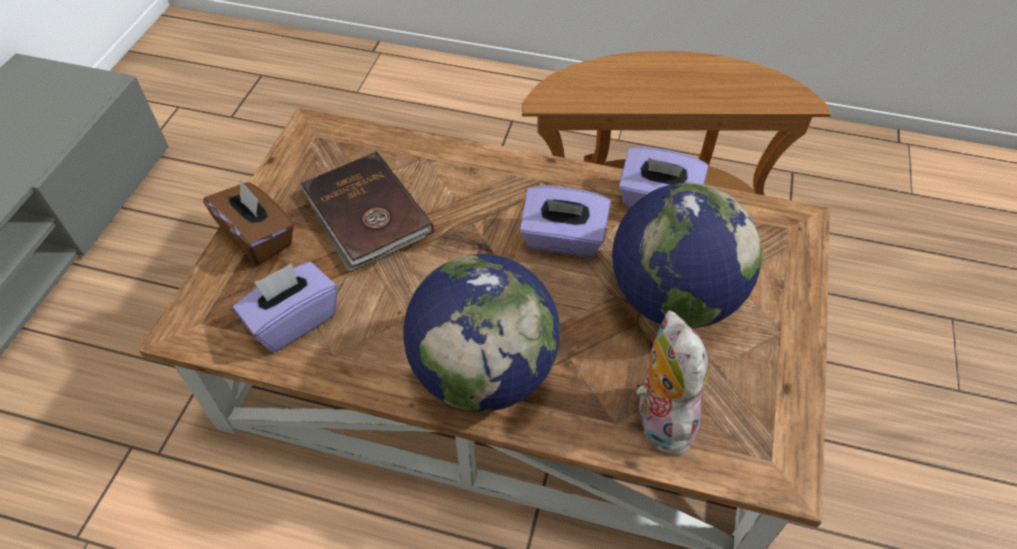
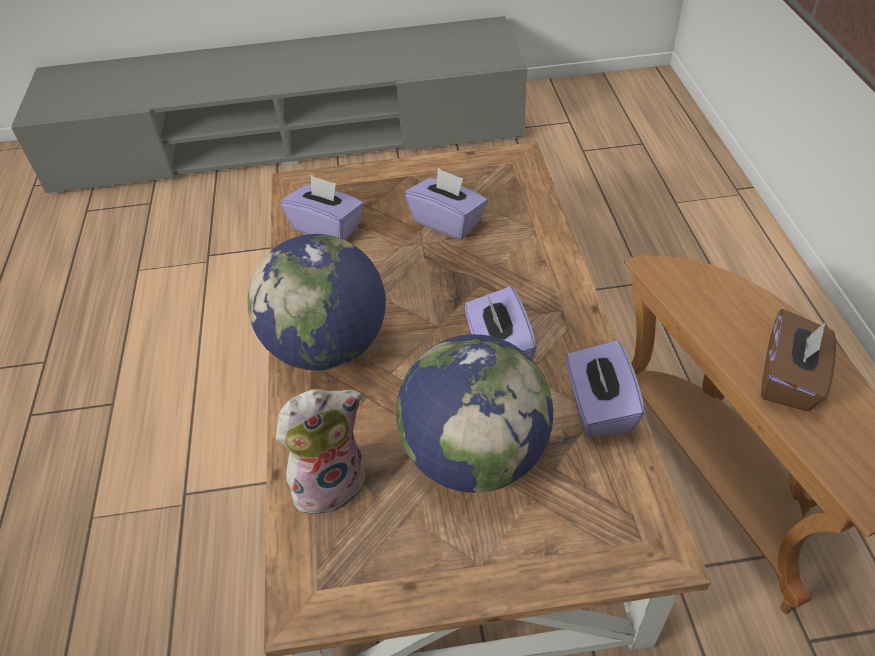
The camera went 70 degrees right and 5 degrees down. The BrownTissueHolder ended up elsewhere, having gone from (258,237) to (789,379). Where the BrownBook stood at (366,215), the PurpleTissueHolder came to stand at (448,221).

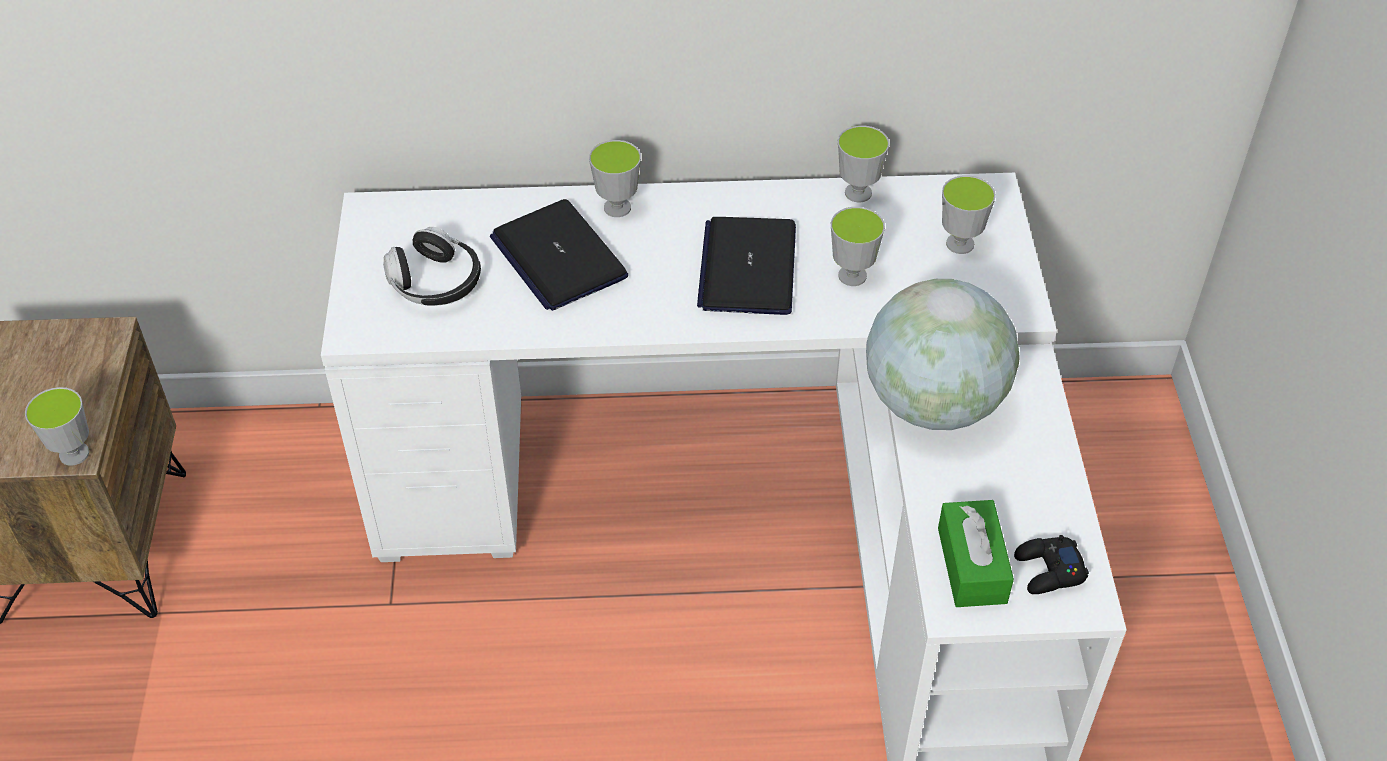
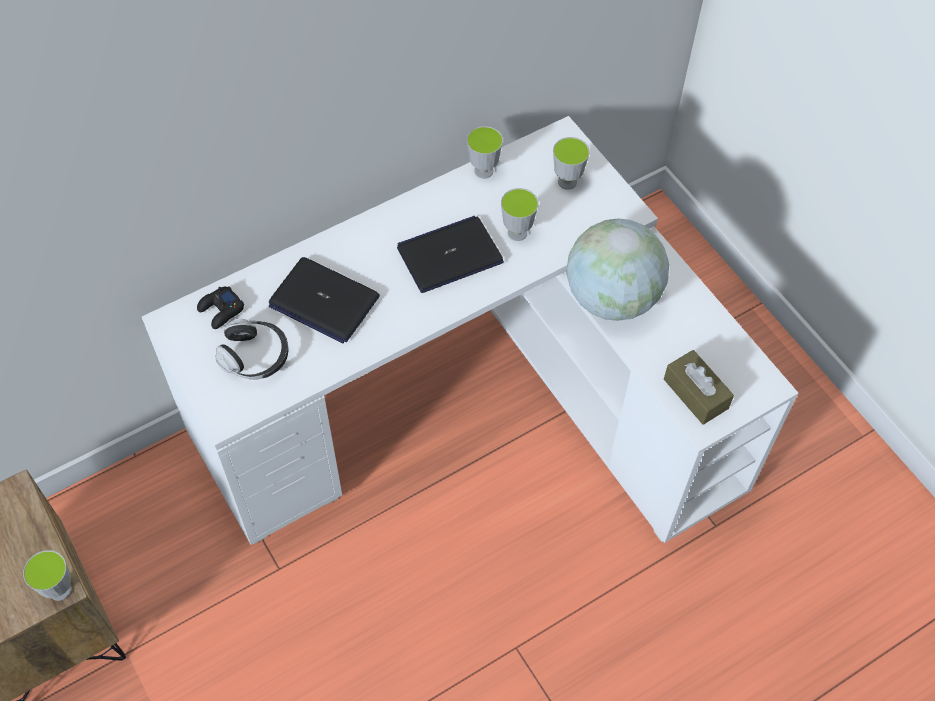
The camera went 30 degrees left and 10 degrees up. The second view lost the SmallCup at (617,208). The BlackColouredJoypad ended up elsewhere, having gone from (1049,571) to (221,310). What was the GreenTissueHolder at (972,565) turned into the BrownTissueHolder at (695,393). The NotebookComputer at (748,267) ended up facing another way, 90 degrees clockwise from before.

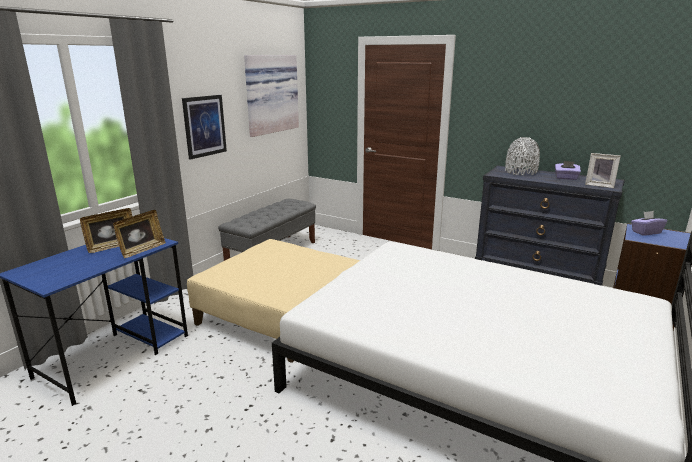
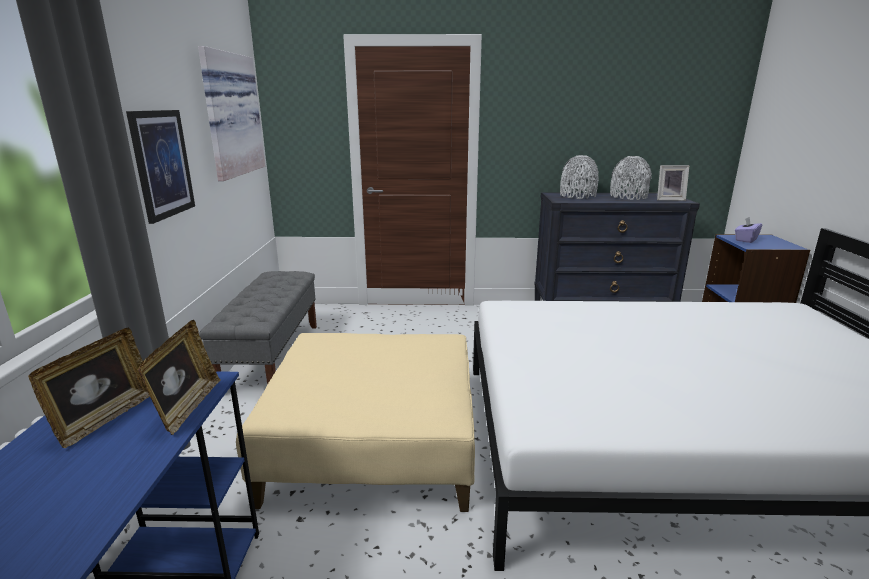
The camera went 30 degrees left and 0 degrees up. Where the PurpleTissueHolder stood at (566,178), the GreyishDecorativeVase came to stand at (628,197).

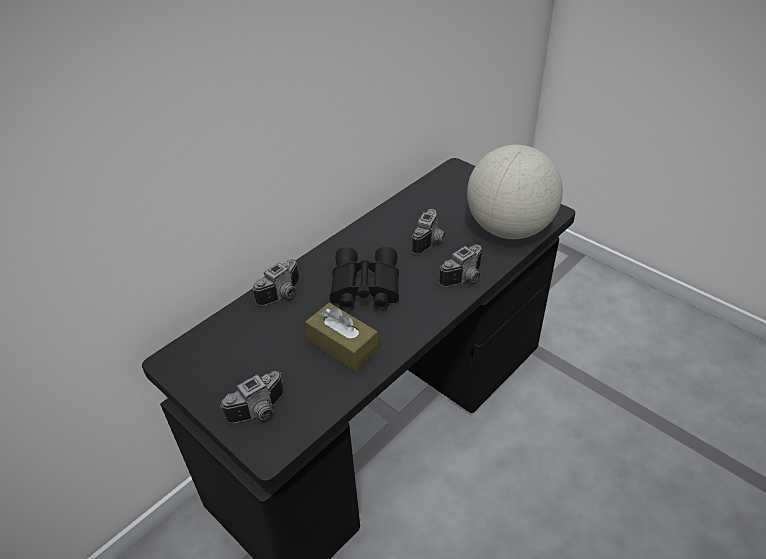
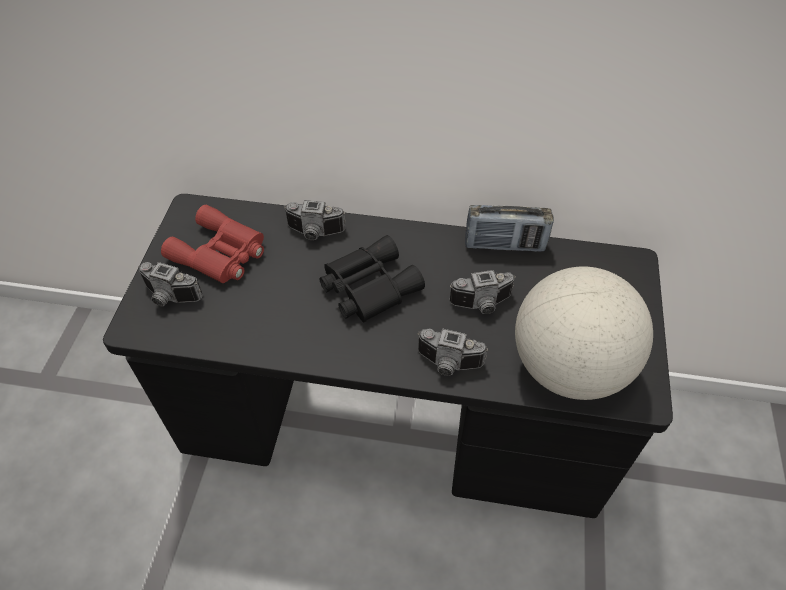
The camera went 55 degrees right and 10 degrees up. The second view lost the BrownTissueHolder at (343,346). The second view gained the RedFieldGlasses at (220,253). The second view gained the RadioSet at (504,245).

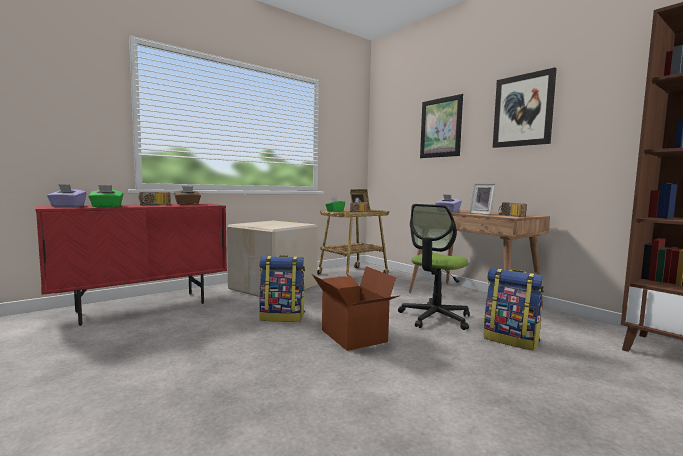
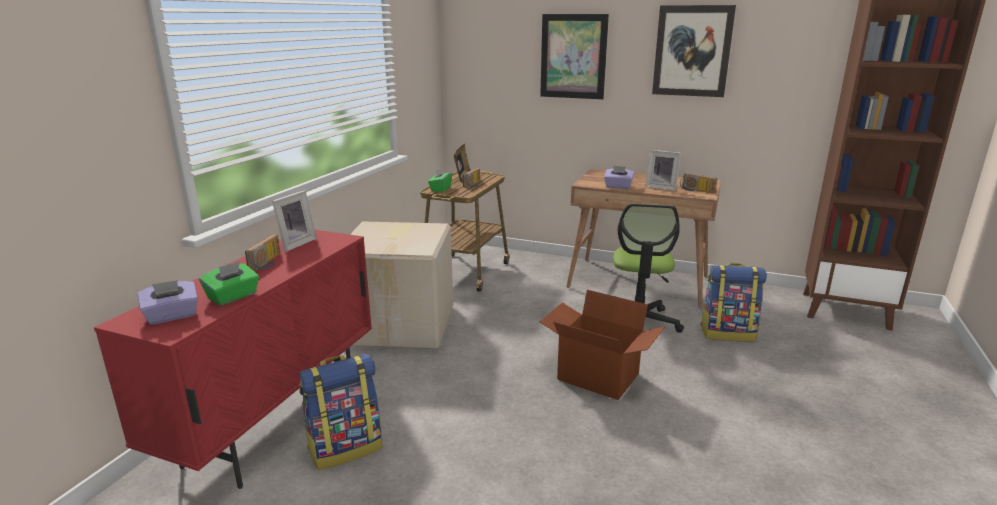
The camera went 30 degrees left and 15 degrees up. The Knapsack ended up elsewhere, having gone from (282,317) to (346,448). Where the BrownTissueHolder stood at (187,204), the PhotoFrame came to stand at (295,243).

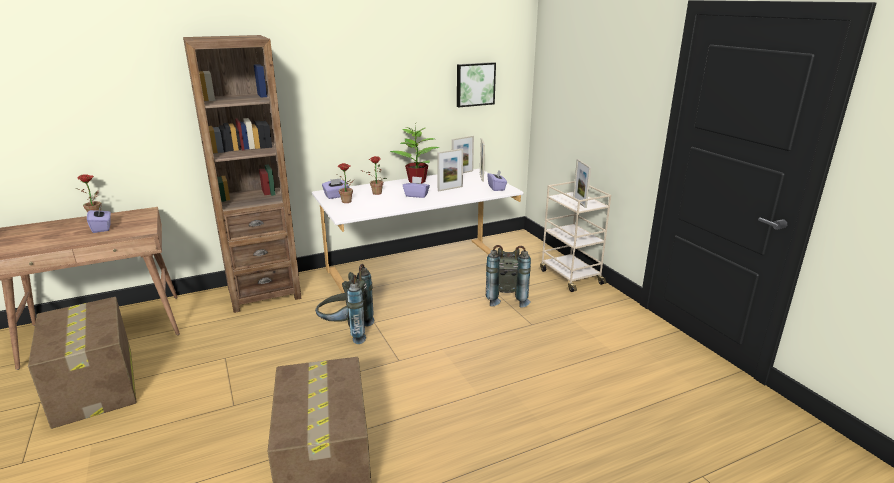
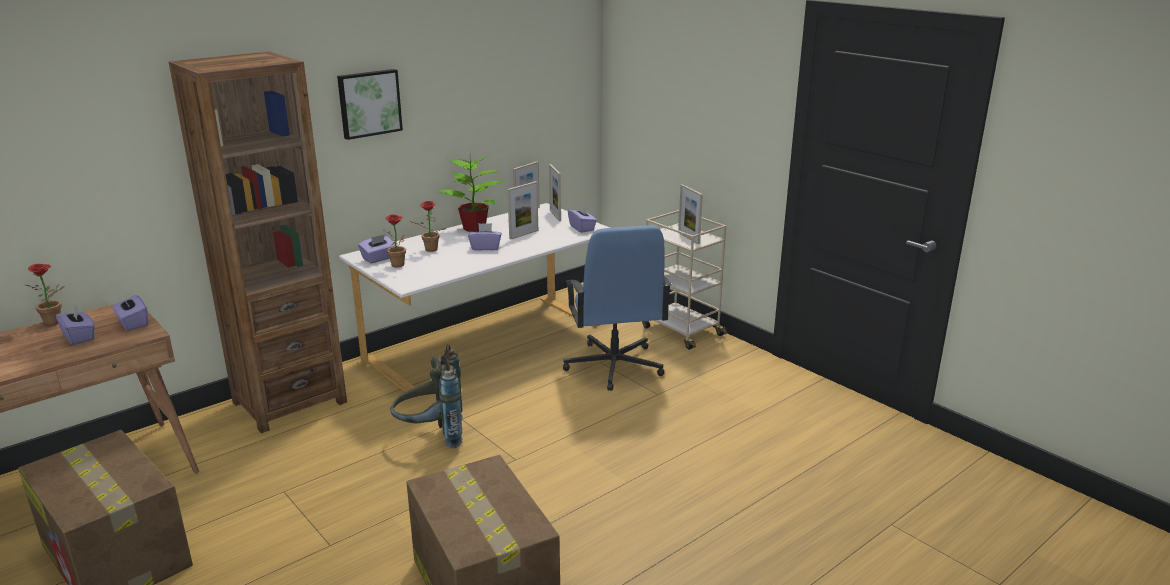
The camera went 15 degrees left and 0 degrees up. The second view gained the PurpleTissueHolder at (133,323). The WallPicture ended up elsewhere, having gone from (475,84) to (369,103). Where the GreyishKnapsack stood at (506,297), the BluishOfficeChair came to stand at (614,366).

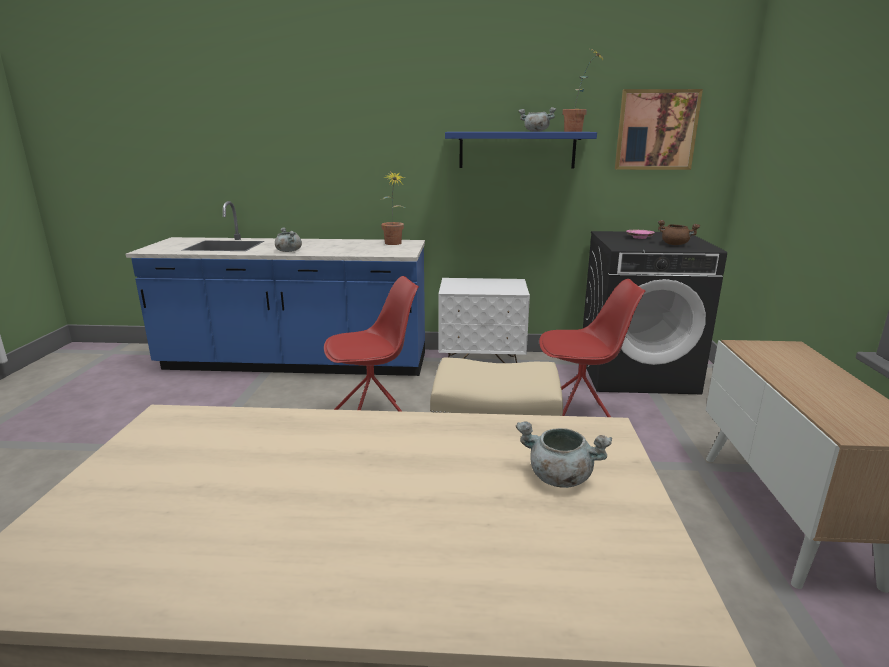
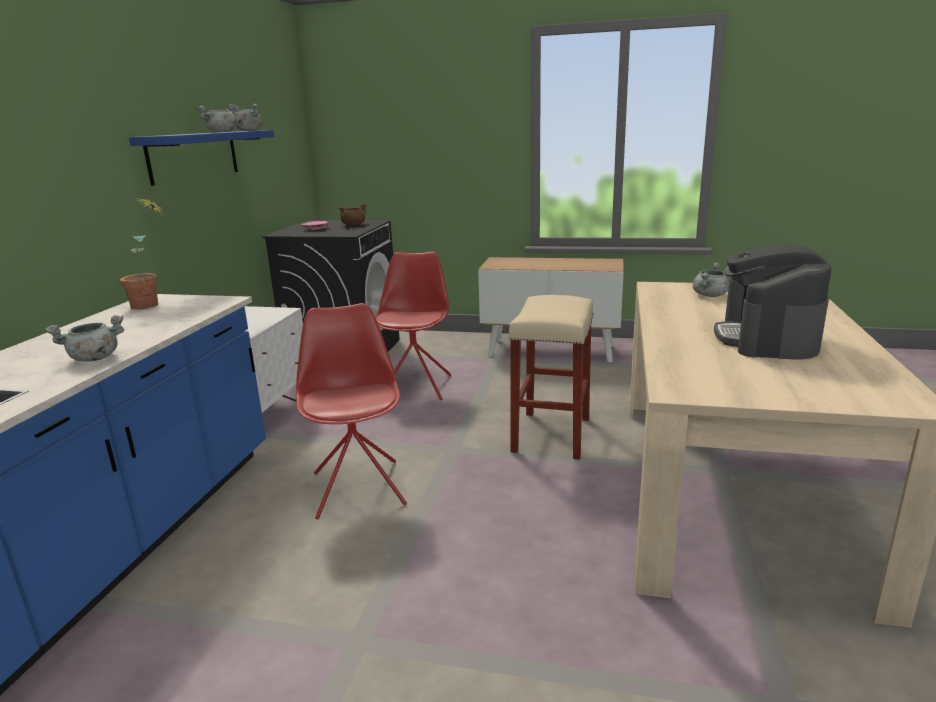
The camera went 80 degrees left and 0 degrees up. The second view lost the WallPicture at (656,130). The second view gained the CoffeeMaker at (767,339). Where the PottedPlant stood at (578,131), the GreyishSaucepot came to stand at (248,130).

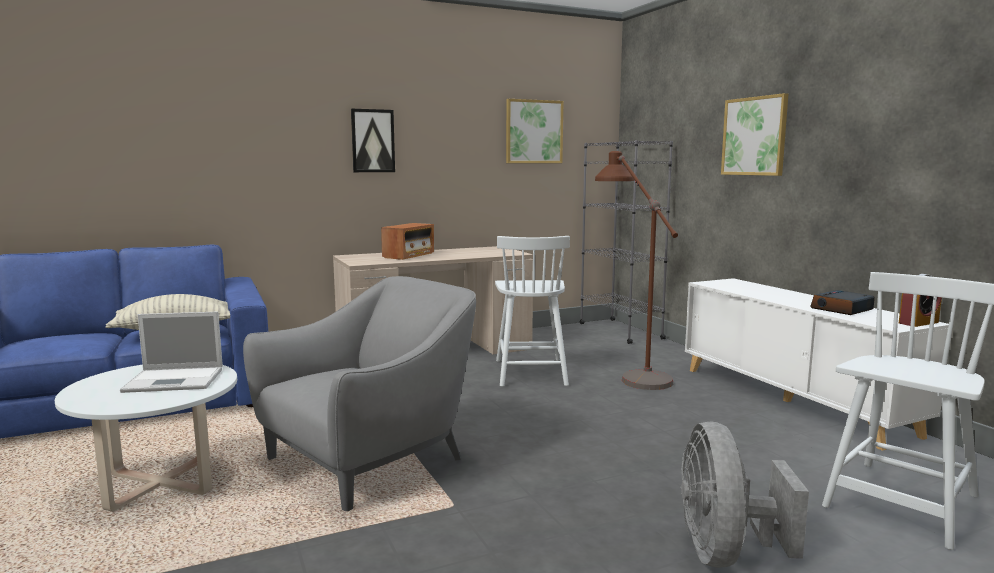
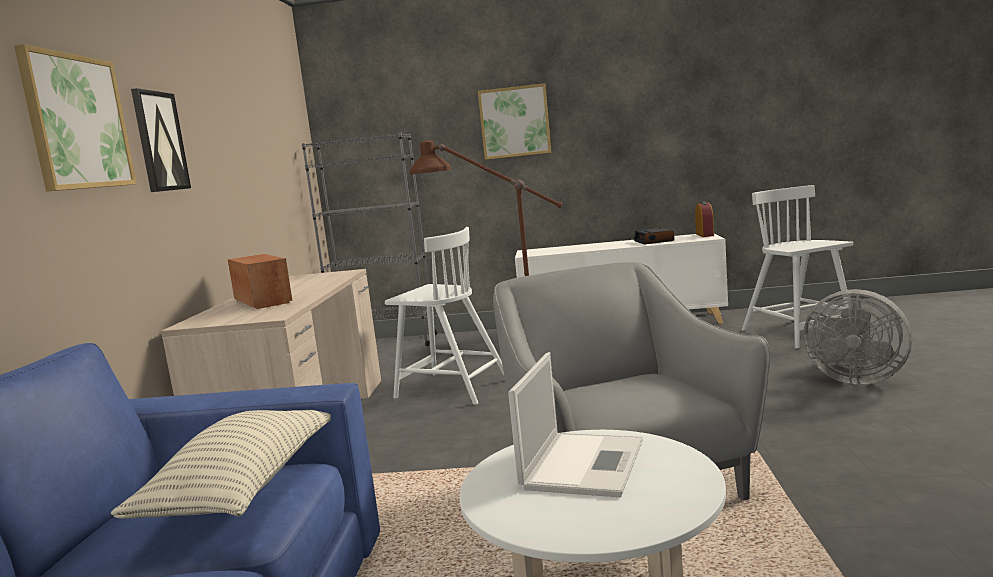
The camera went 60 degrees left and 0 degrees up. The WallPicture ended up elsewhere, having gone from (534,131) to (77,122).

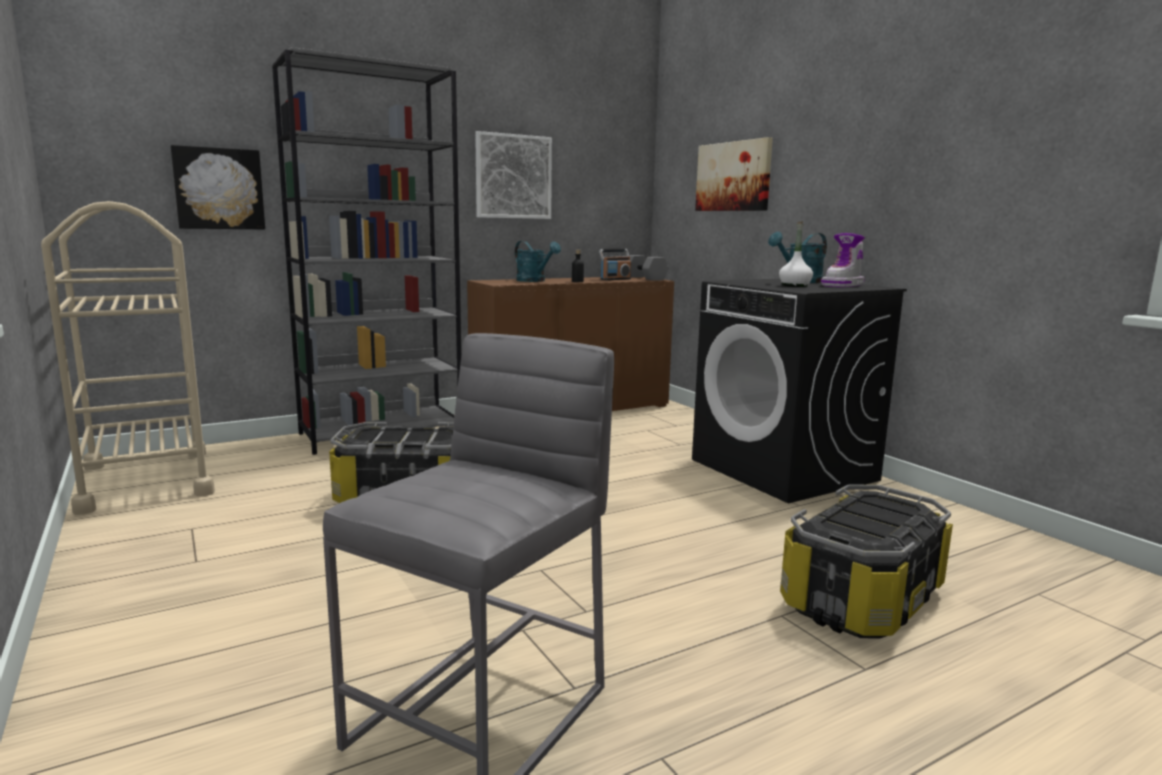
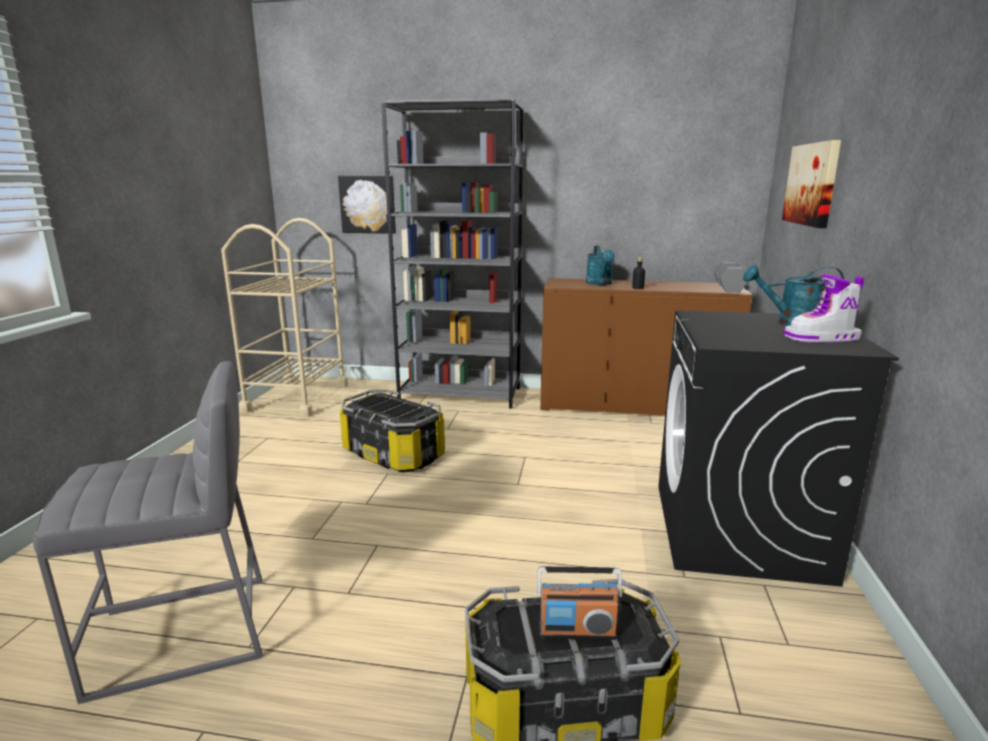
The camera went 40 degrees right and 5 degrees up. The second view lost the WallPicture at (513,177). The second view lost the WhiteColouredBottle at (794,286). The RadioSet ended up elsewhere, having gone from (615,279) to (577,631).

